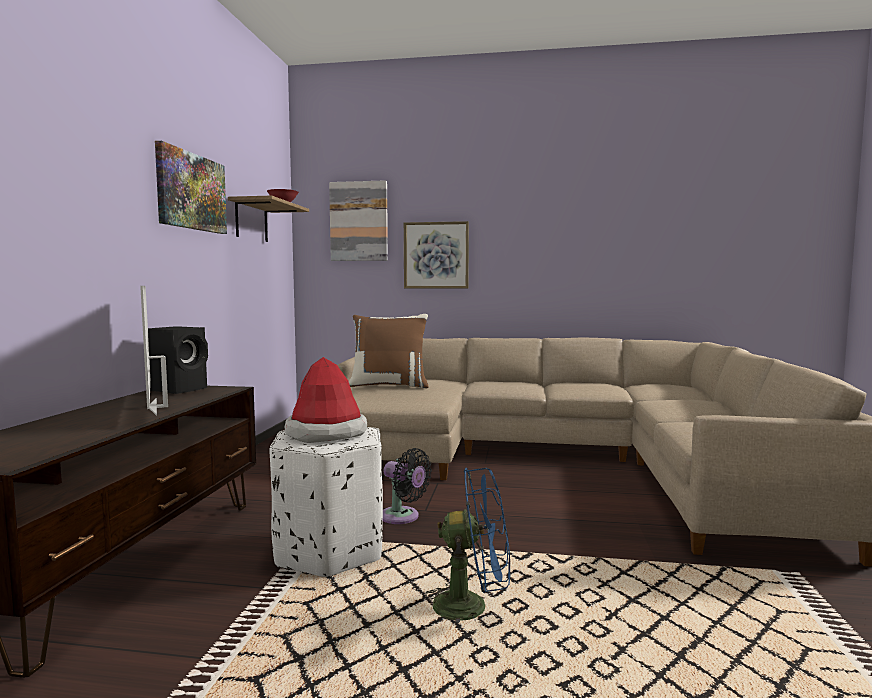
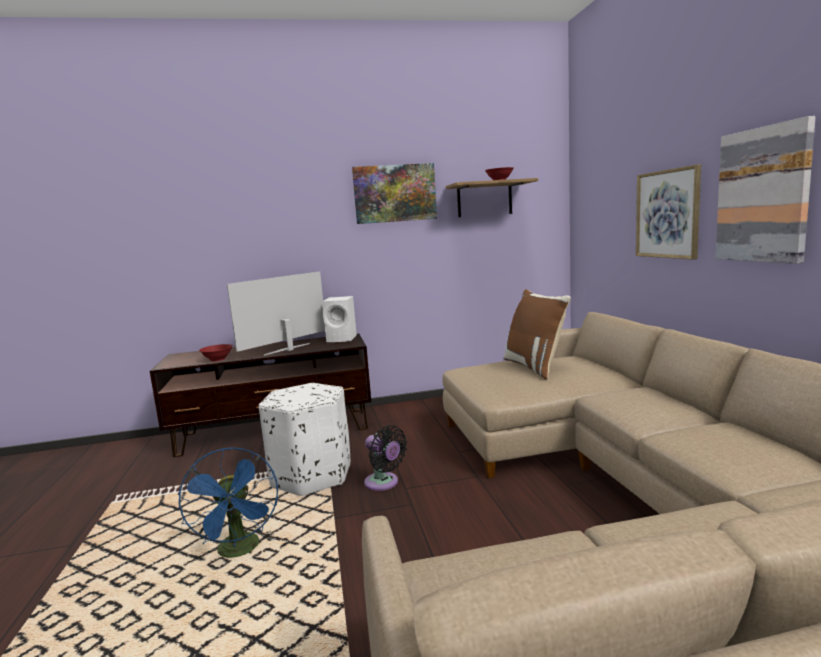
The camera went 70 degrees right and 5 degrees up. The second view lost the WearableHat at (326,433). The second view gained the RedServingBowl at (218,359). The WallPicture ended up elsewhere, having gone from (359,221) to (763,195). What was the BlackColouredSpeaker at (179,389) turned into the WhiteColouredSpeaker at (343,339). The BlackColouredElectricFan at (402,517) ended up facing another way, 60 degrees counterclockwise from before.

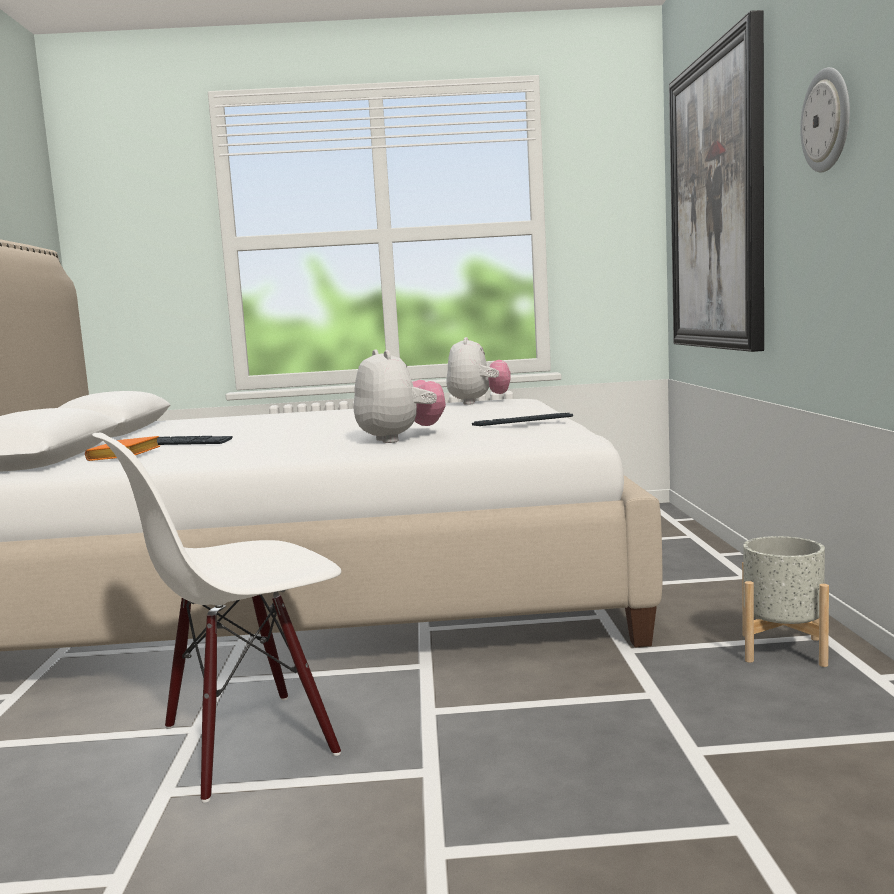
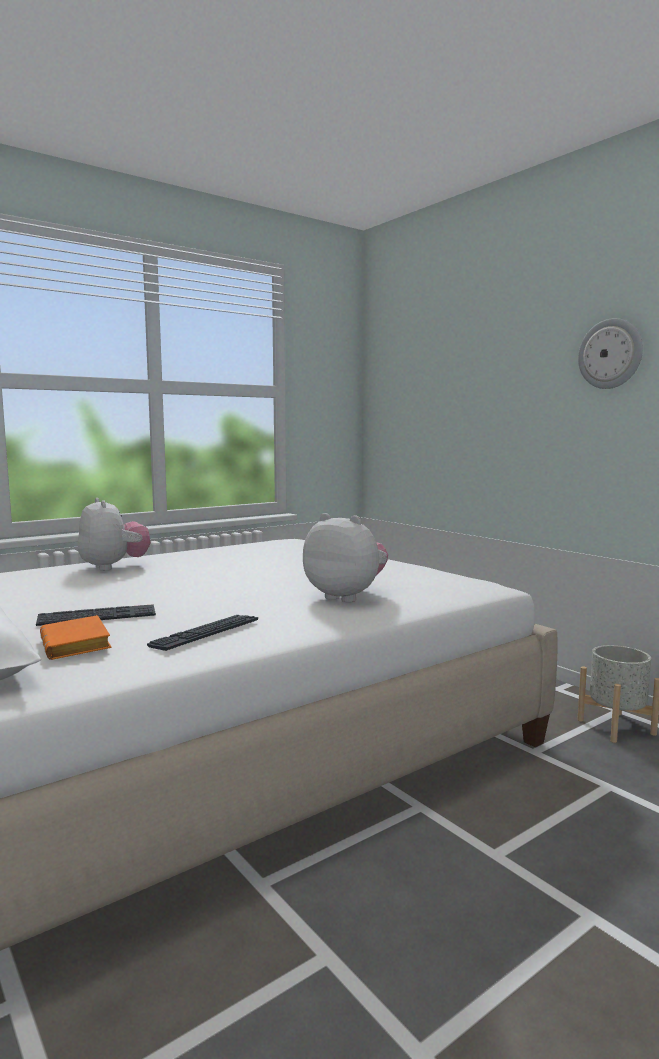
The camera went 35 degrees left and 0 degrees up. The second view lost the WhiteColouredPlainChair at (247,742). The second view lost the WallPicture at (717,202). The CuddlyToy ended up elsewhere, having gone from (478,402) to (113,567). The PcKeyboard ended up elsewhere, having gone from (522,421) to (205,633).

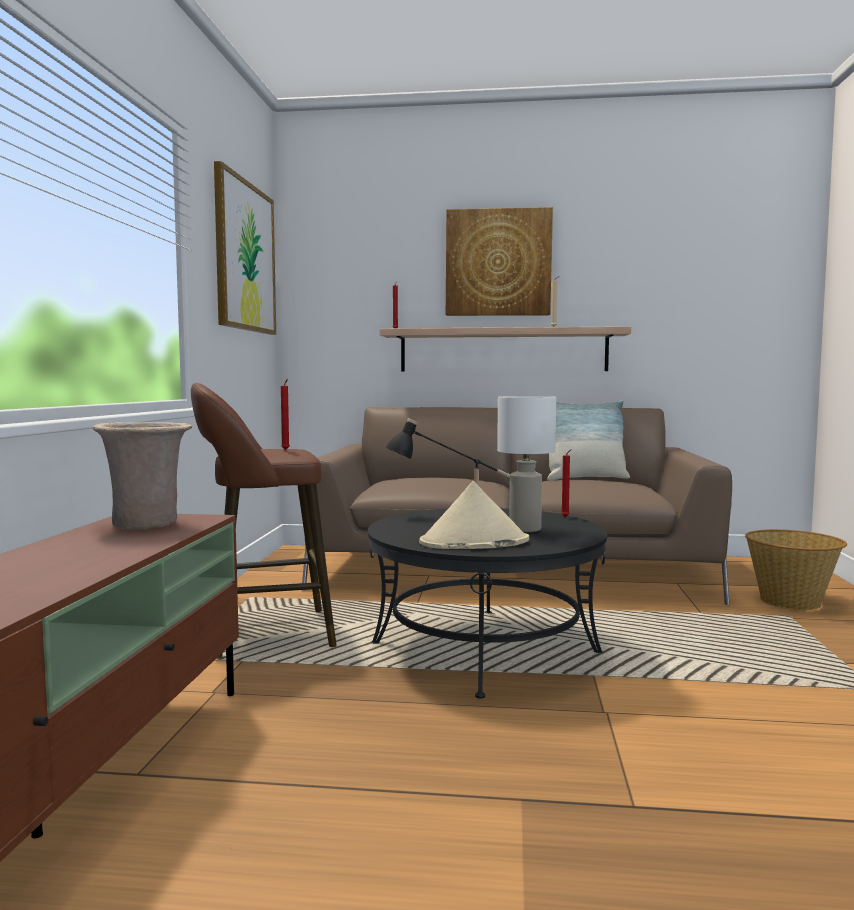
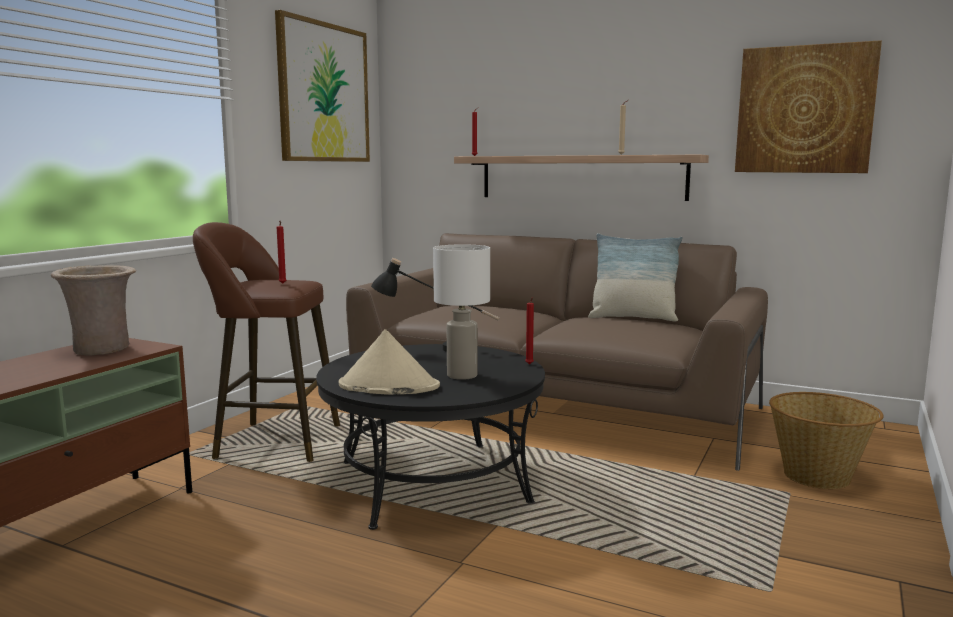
The camera went 20 degrees right and 5 degrees up. The WallPicture ended up elsewhere, having gone from (498,263) to (804,110).

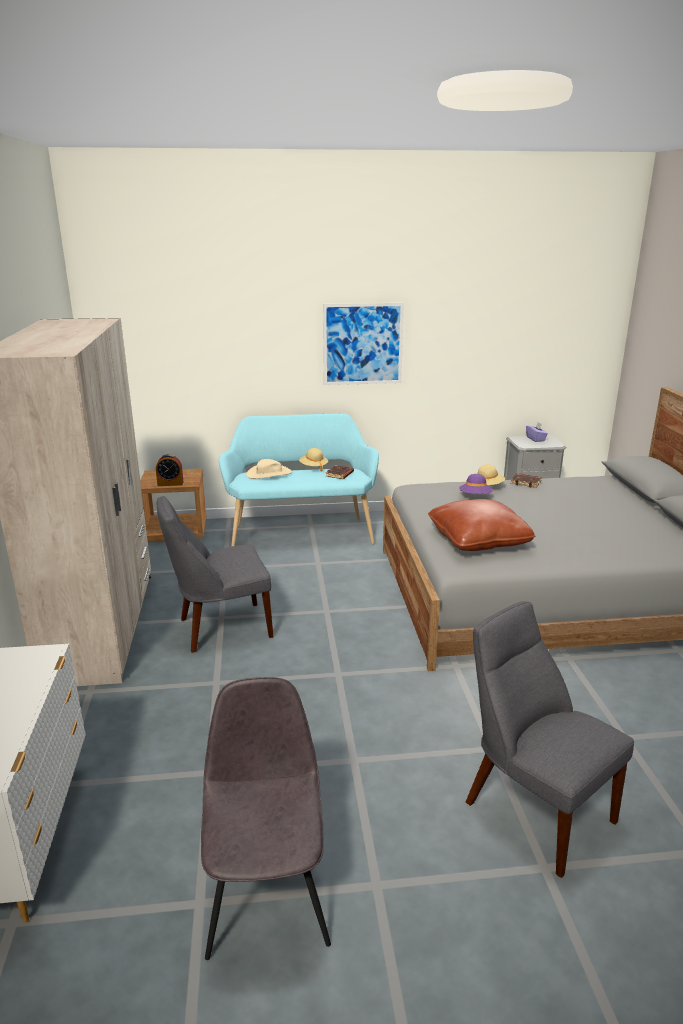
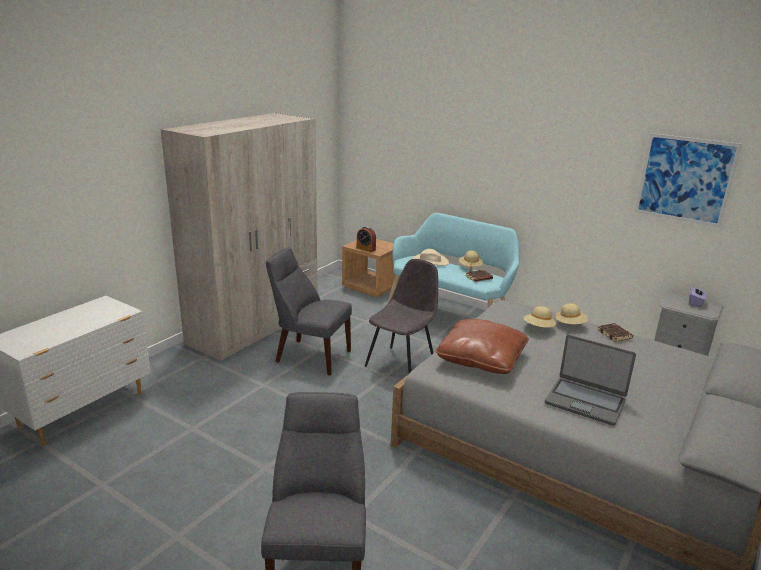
The camera went 40 degrees right and 0 degrees up. The second view gained the NotebookComputer at (585,401). The GreyishPlainChair ended up elsewhere, having gone from (267,899) to (401,364). The WallPicture ended up elsewhere, having gone from (363,344) to (685,179). What was the PurpleWearableHat at (475,497) turned into the BeigeWearableHat at (538,328).

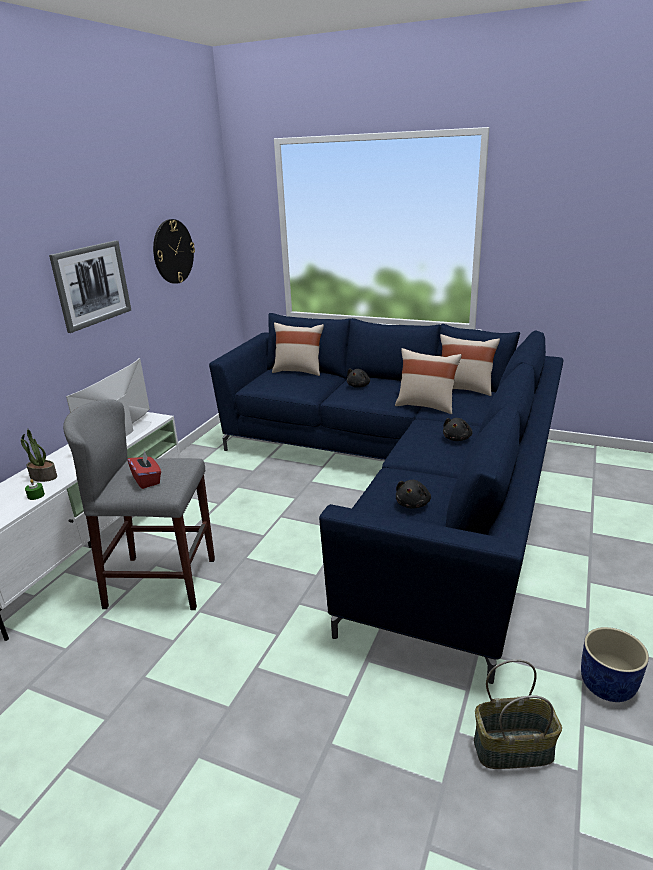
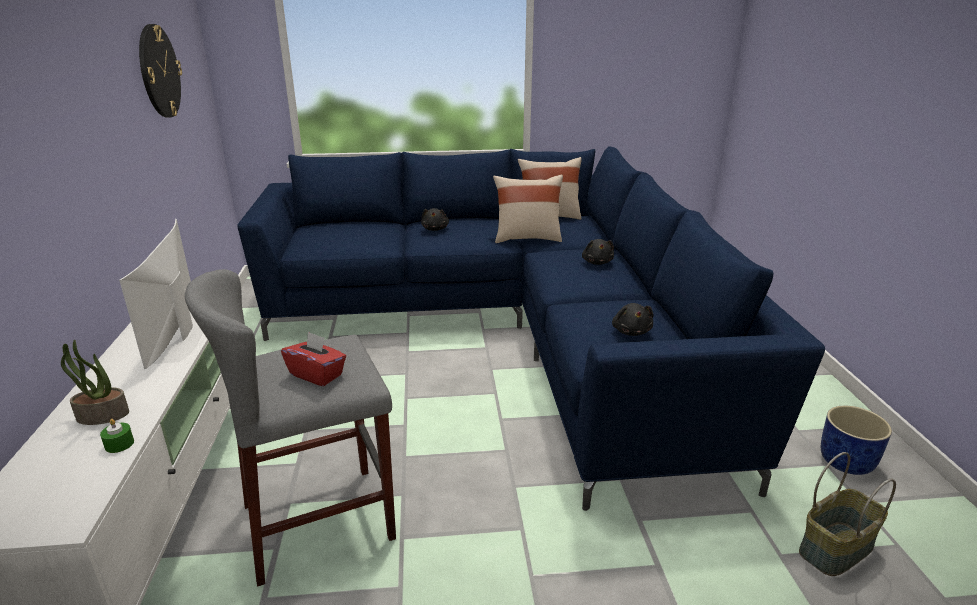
The camera went 30 degrees left and 0 degrees up. The second view lost the WallPicture at (92,285). The second view lost the BeigeCushion at (298,371).

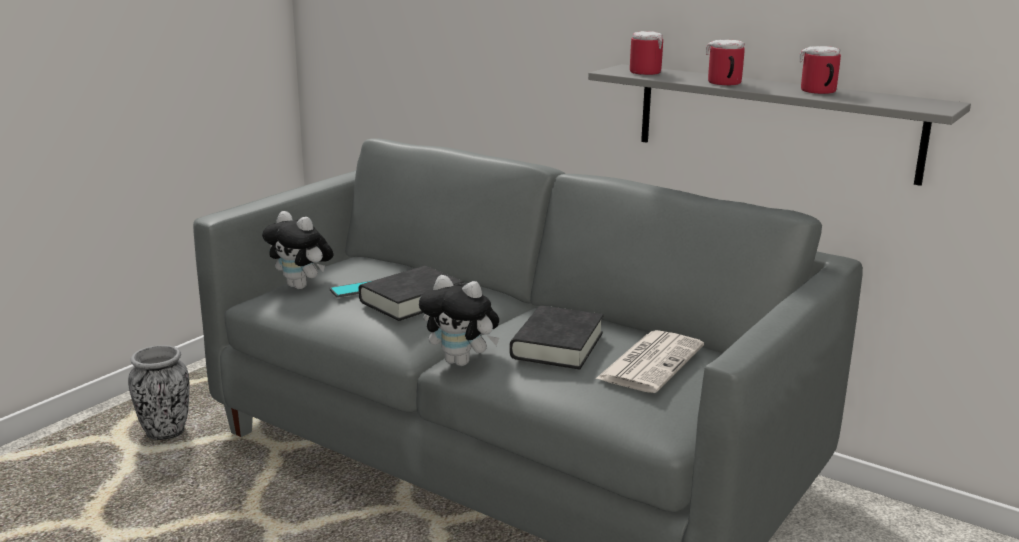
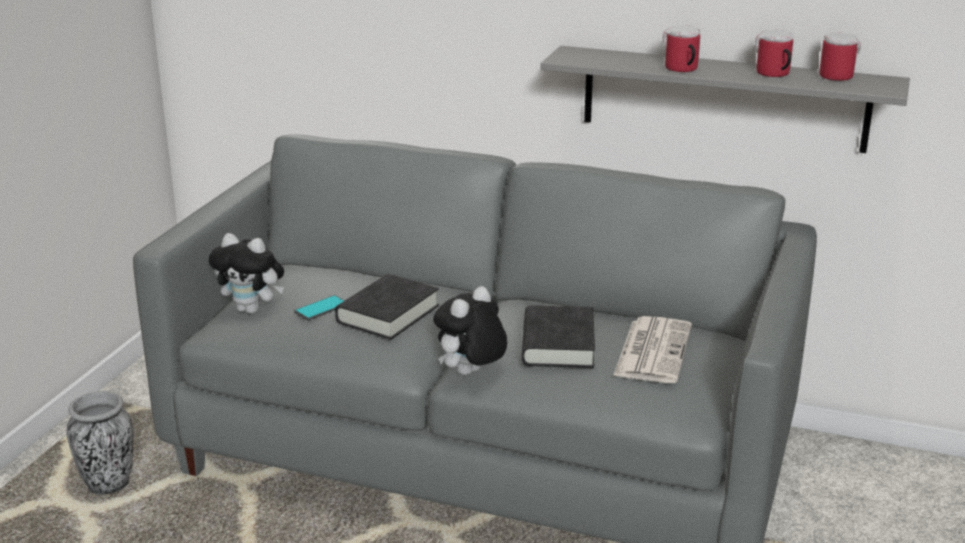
The camera went 15 degrees left and 5 degrees up. The CoffeeMug ended up elsewhere, having gone from (648,72) to (837,75). The CuddlyToy at (461,362) ended up facing another way, 120 degrees clockwise from before.

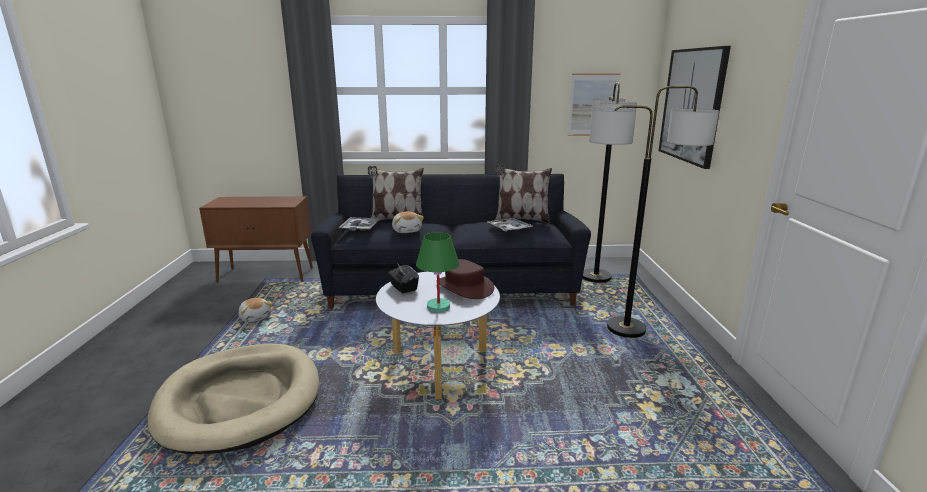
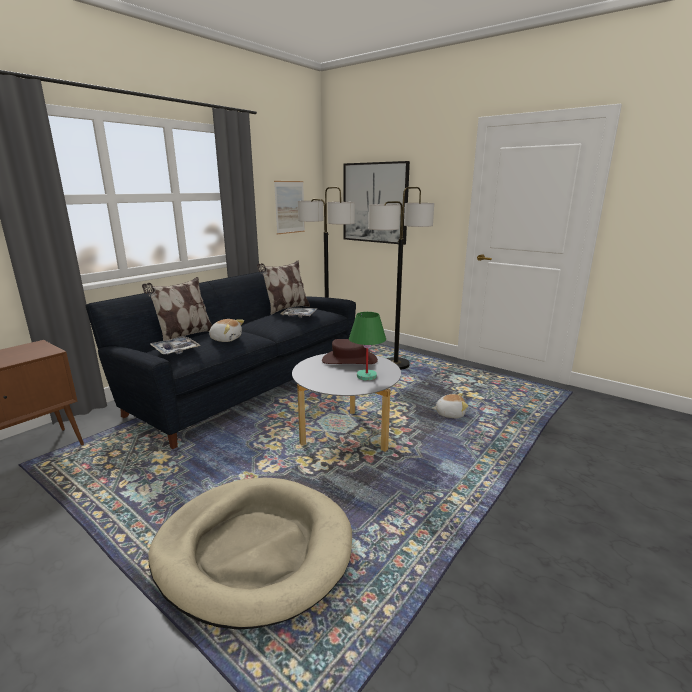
The camera went 50 degrees left and 0 degrees up. The second view lost the BlackColouredTissueHolder at (403,287). The CuddlyToy ended up elsewhere, having gone from (256,317) to (450,414).

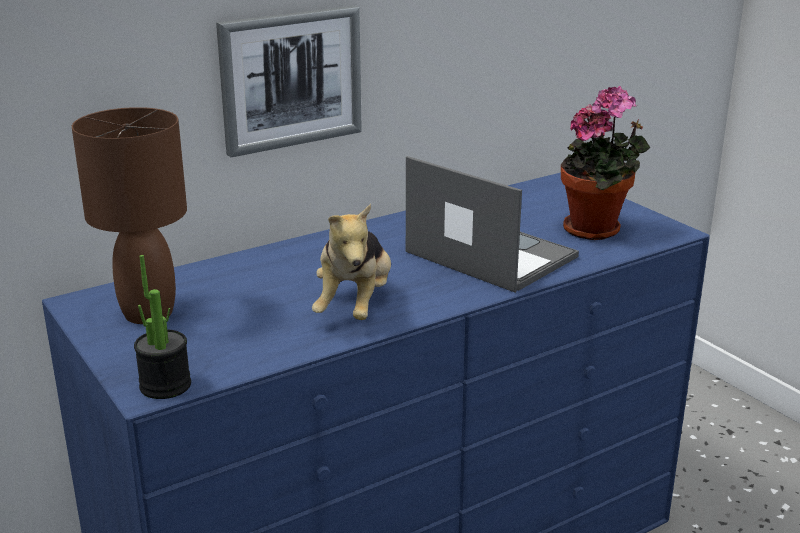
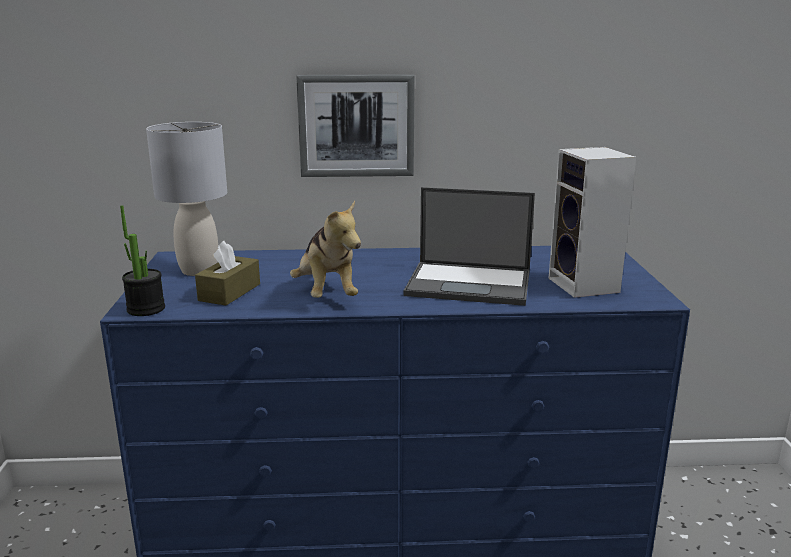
The camera went 30 degrees right and 5 degrees down. The second view gained the BrownTissueHolder at (229,292). Where the PottedPlant stood at (597,230), the Speaker came to stand at (586,286). What was the BrownLampForATable at (148,314) turned into the GreyishLampForATable at (198,270). The CuddlyToy at (355,306) ended up facing another way, 60 degrees counterclockwise from before. The NotebookComputer at (488,254) ended up facing another way, 120 degrees clockwise from before.

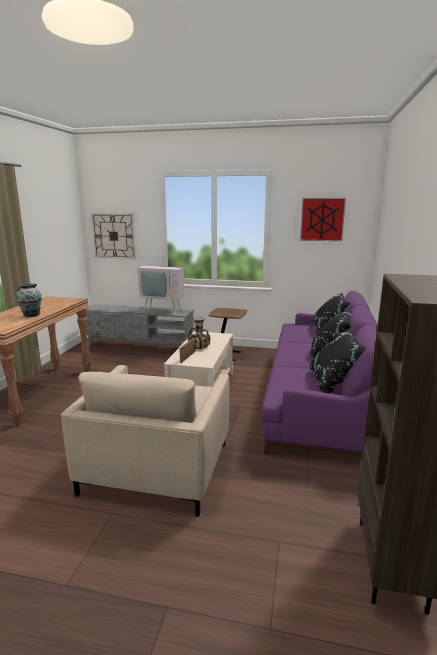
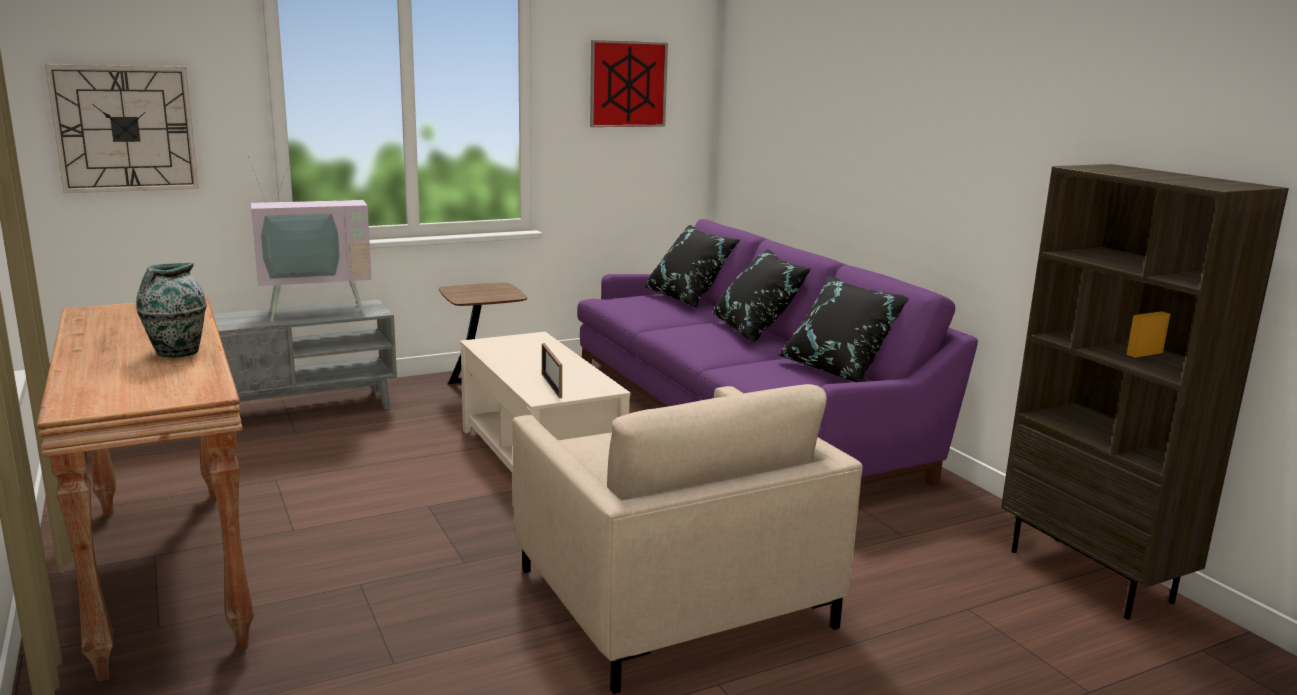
The camera went 40 degrees left and 0 degrees up. The second view lost the DecorativeVase at (198,347).

